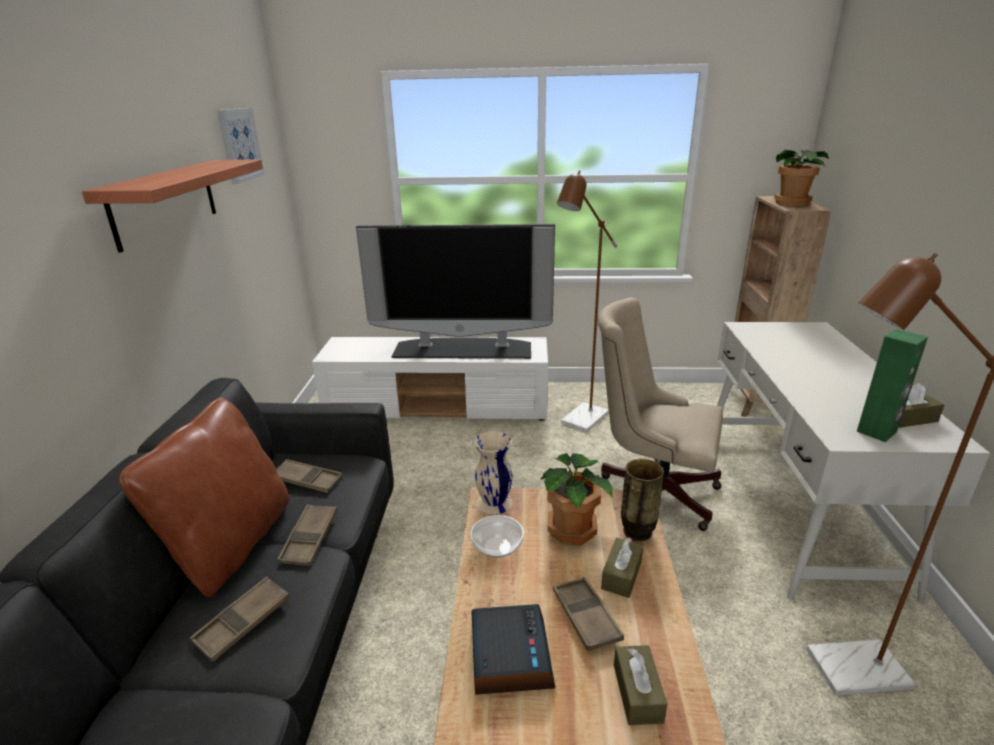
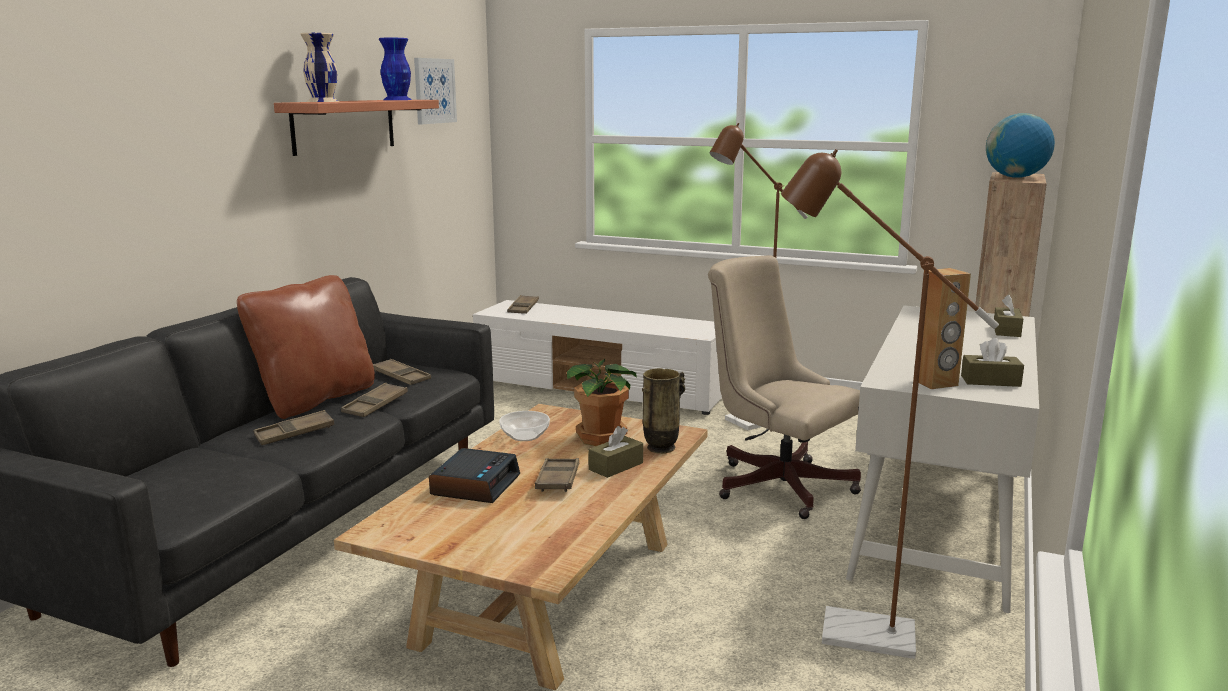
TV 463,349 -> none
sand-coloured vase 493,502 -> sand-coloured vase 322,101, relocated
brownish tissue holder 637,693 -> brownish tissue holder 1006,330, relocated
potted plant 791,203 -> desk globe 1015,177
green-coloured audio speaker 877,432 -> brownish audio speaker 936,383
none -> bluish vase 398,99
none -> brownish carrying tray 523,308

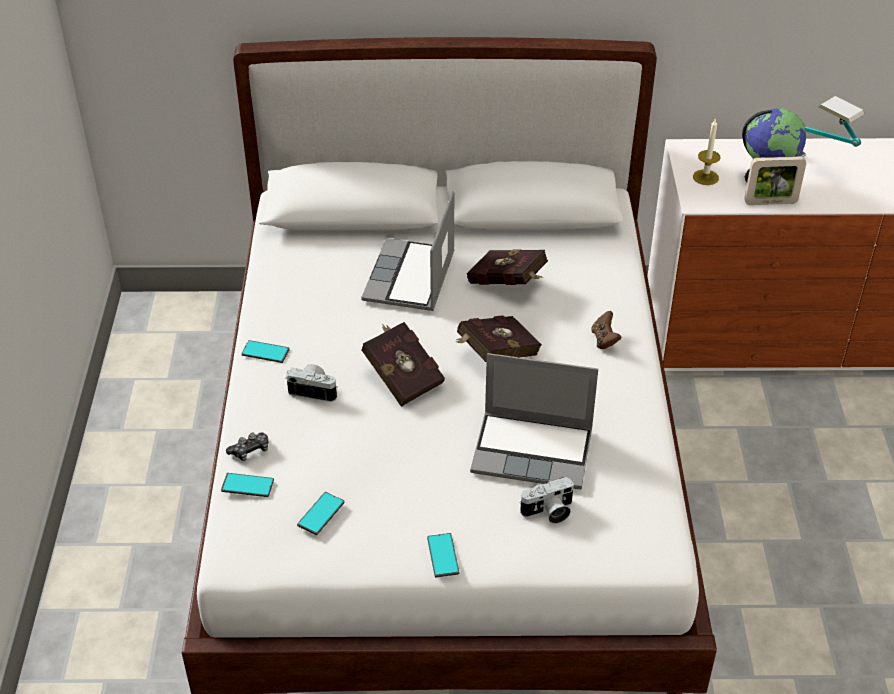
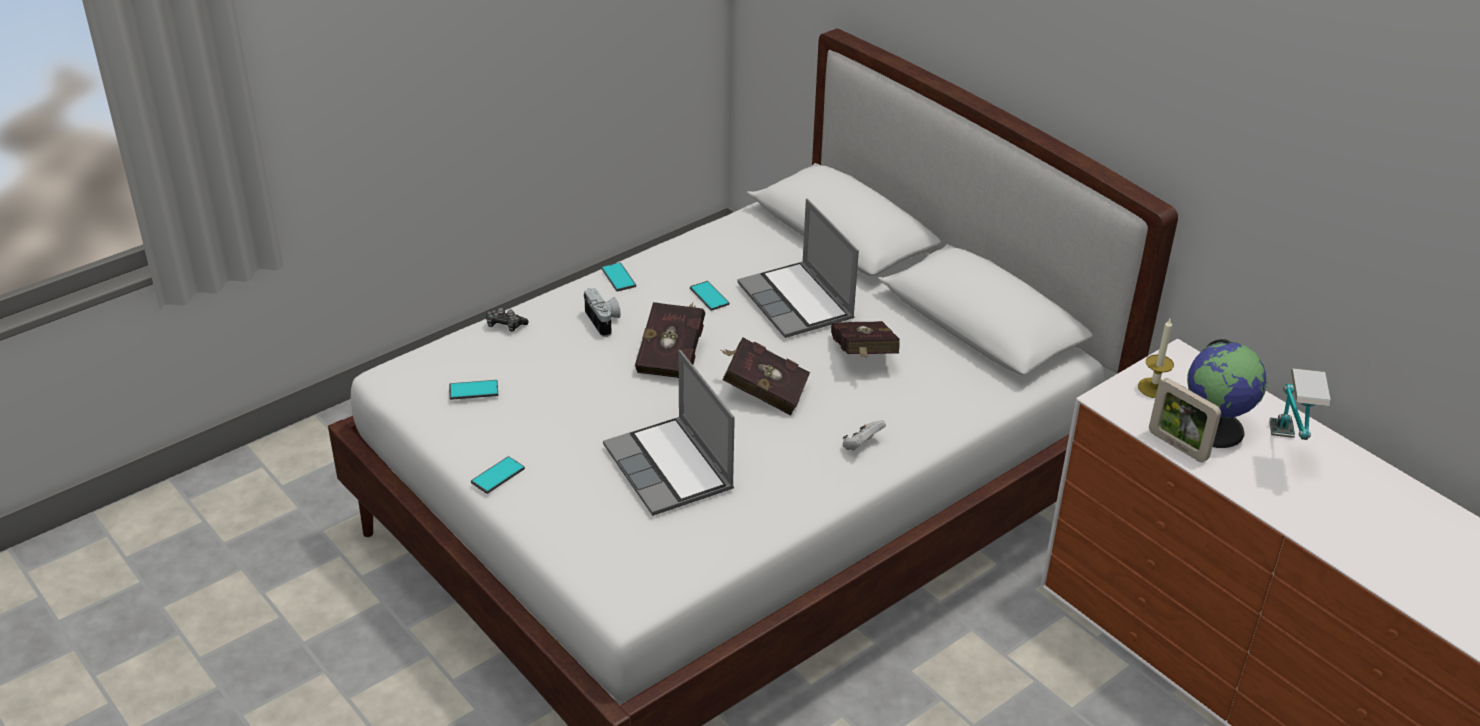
telephone 247,485 -> telephone 709,296, relocated
notebook computer 411,278 -> notebook computer 798,303, 90 degrees counterclockwise
photo camera 548,512 -> none
brownish joypad 604,340 -> white joypad 861,445

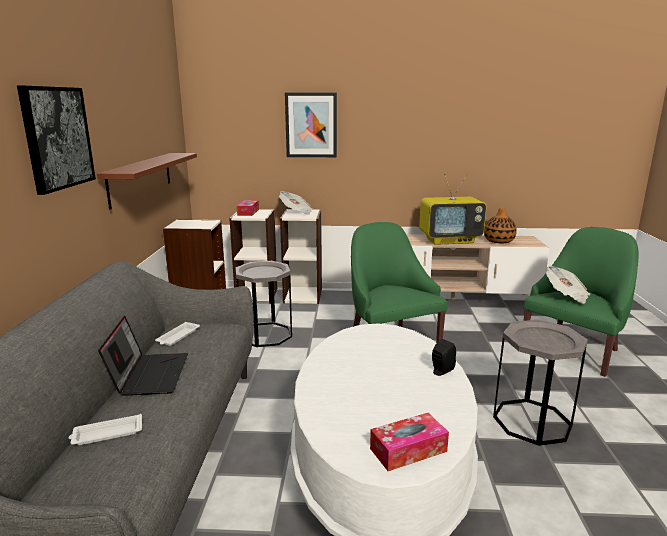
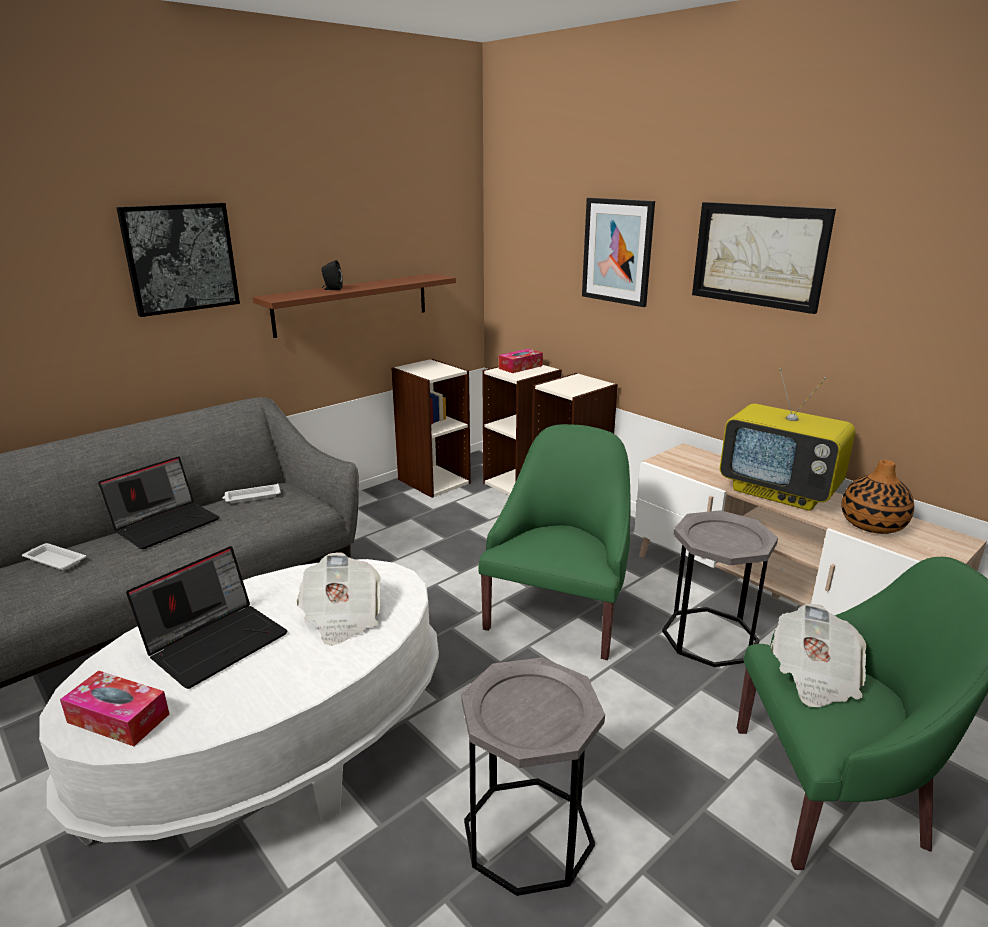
greyish end table 265,334 -> greyish end table 710,636, relocated
daily paper 296,212 -> daily paper 341,617, relocated
blackish audio speaker 441,371 -> blackish audio speaker 332,289, relocated
none -> notebook computer 217,641
none -> wall art 758,255

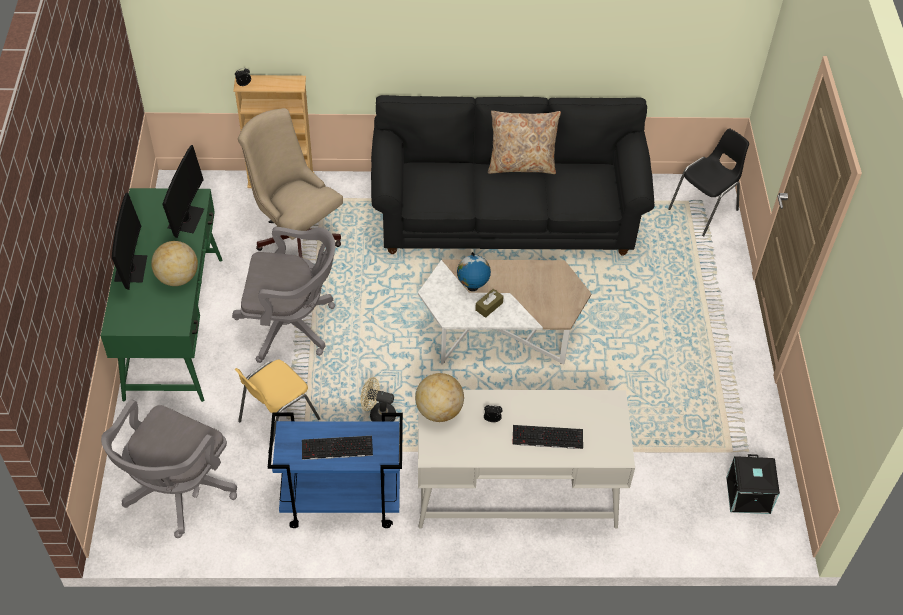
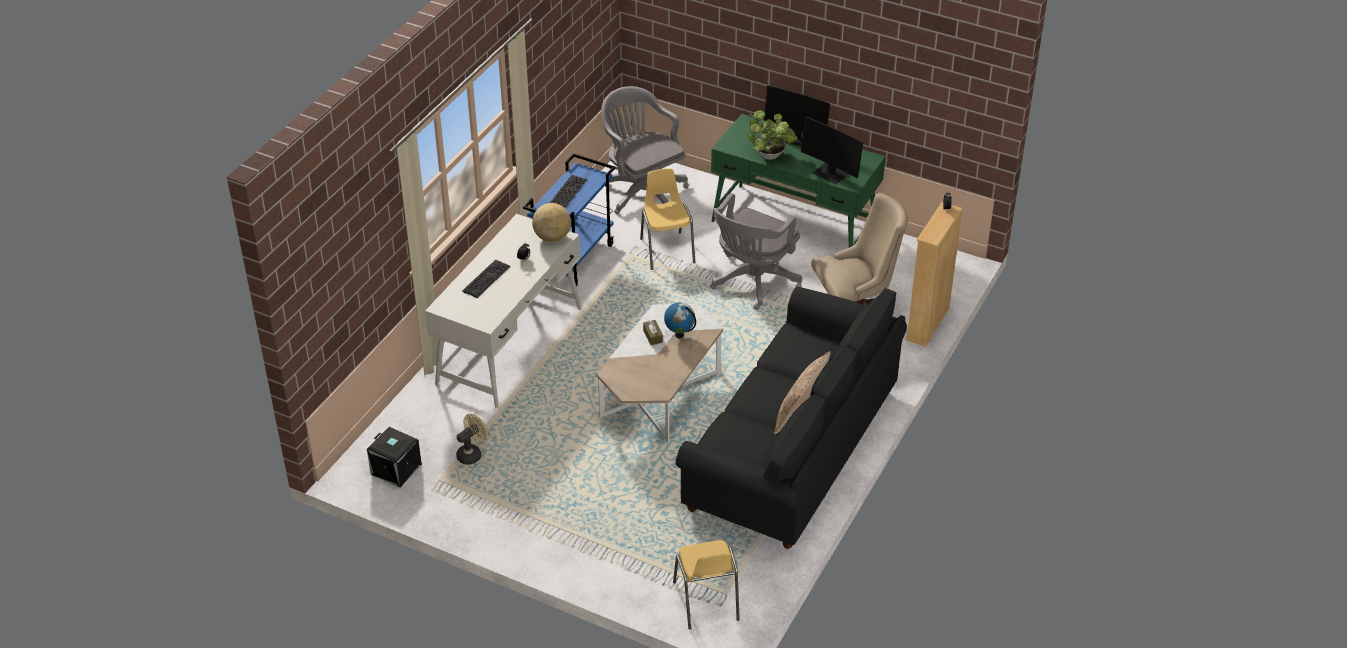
desk globe 177,278 -> potted plant 771,156
sand-coloured cooling fan 378,415 -> sand-coloured cooling fan 472,454, relocated
blackish chair 704,210 -> yellow-coloured chair 706,602

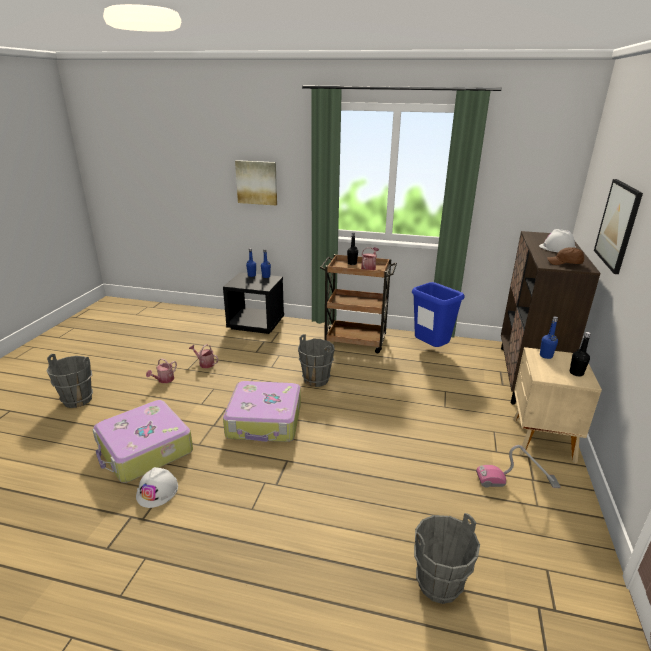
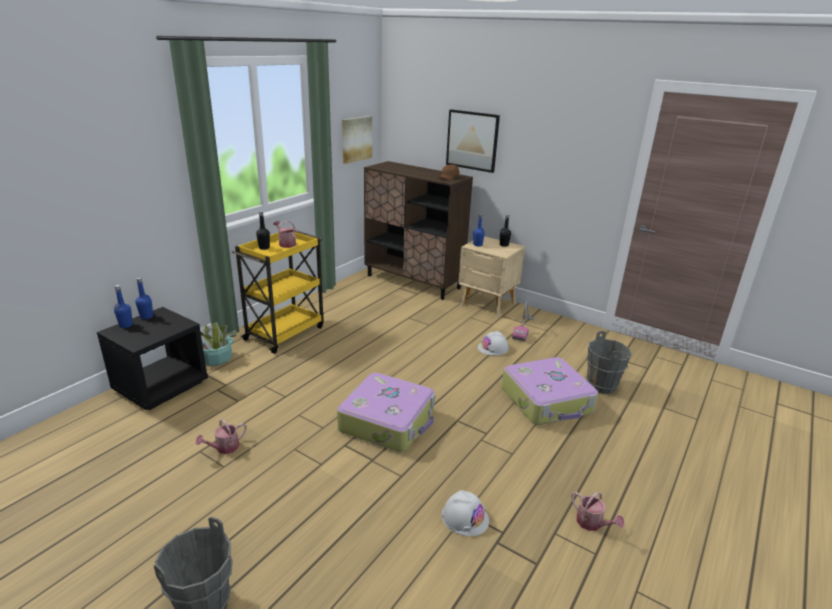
piece of luggage 144,450 -> piece of luggage 547,401, relocated
watering can 164,380 -> watering can 592,523, relocated
wall art 257,182 -> wall art 356,139, relocated
greyish water bucket 316,380 -> none
brownish trolley 355,341 -> yellow-coloured trolley 285,332
bluish rubbish bin 430,349 -> none
white work helmet 557,248 -> white work helmet 493,348, relocated
none -> potted plant 216,358

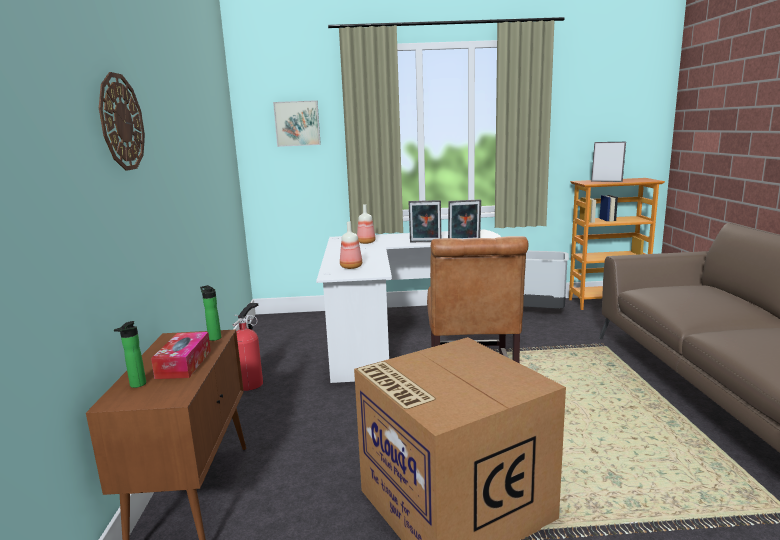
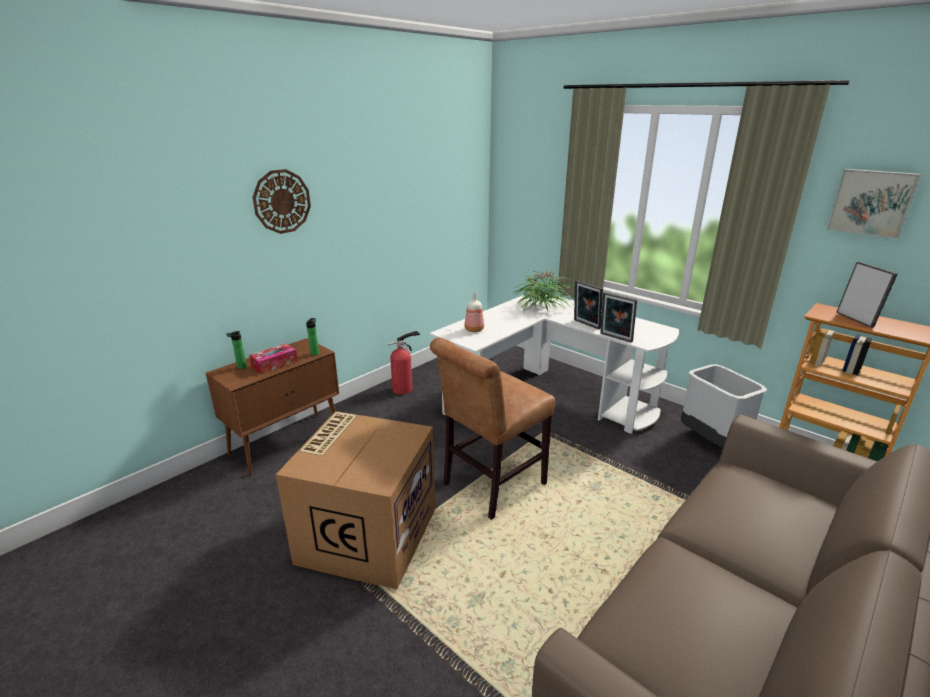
wall art 297,123 -> wall art 871,202, relocated
bottle 365,242 -> potted plant 542,307

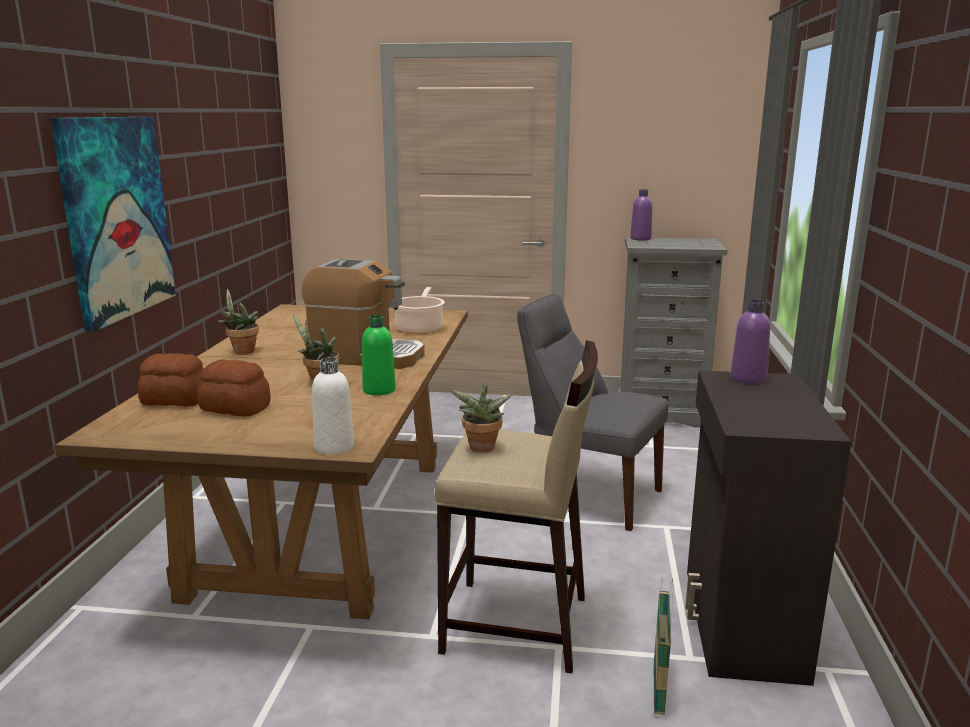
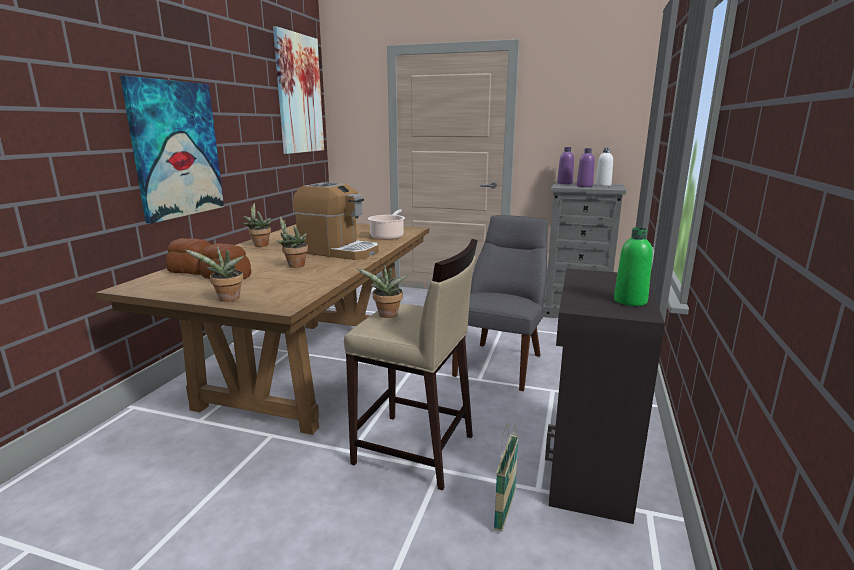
white bottle 334,447 -> white bottle 603,185, relocated
green-coloured bottle 379,390 -> green-coloured bottle 630,301, relocated
greyish chair 587,495 -> greyish chair 501,363, 75 degrees clockwise
purple-coloured bottle 747,379 -> purple-coloured bottle 584,186, relocated
none -> potted plant 227,299
none -> wall art 299,94

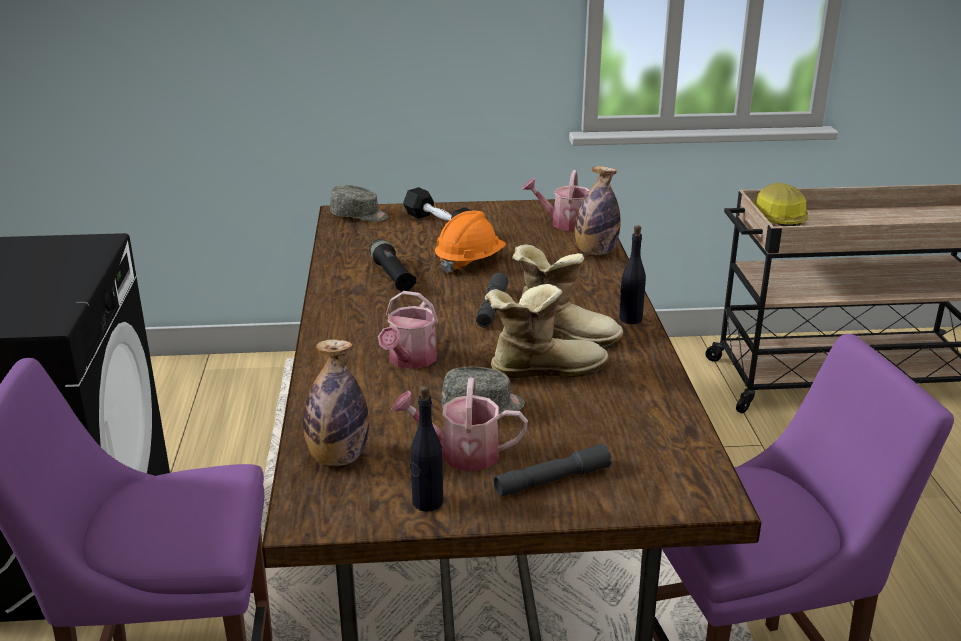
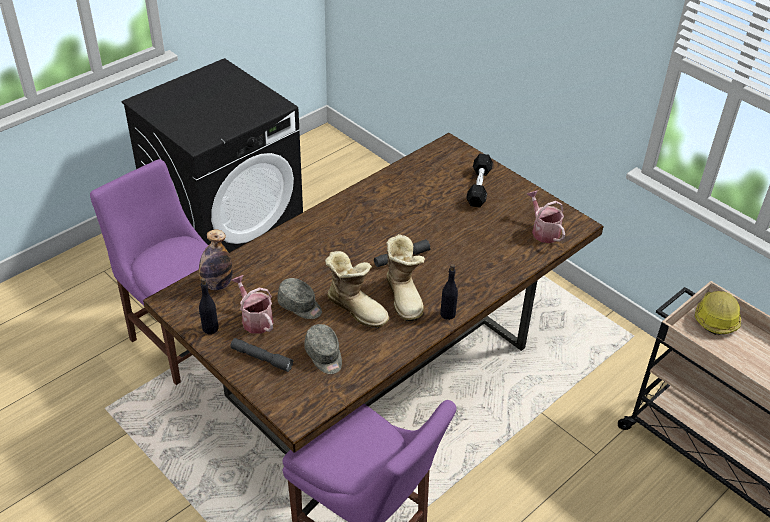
greyish peaked cap 359,216 -> greyish peaked cap 324,356, relocated
blackish torch 392,276 -> none
watering can 410,360 -> none
orange work helmet 469,262 -> none
bottle 595,252 -> none

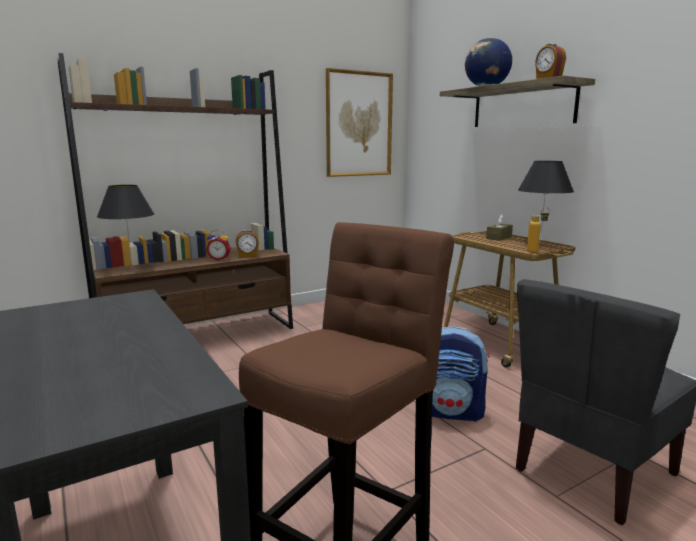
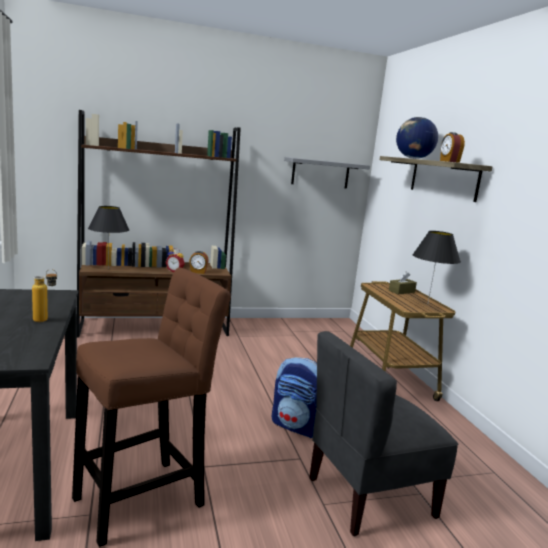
wall art 358,124 -> greyish wall shelf 320,173
bottle 536,251 -> bottle 45,320, relocated

